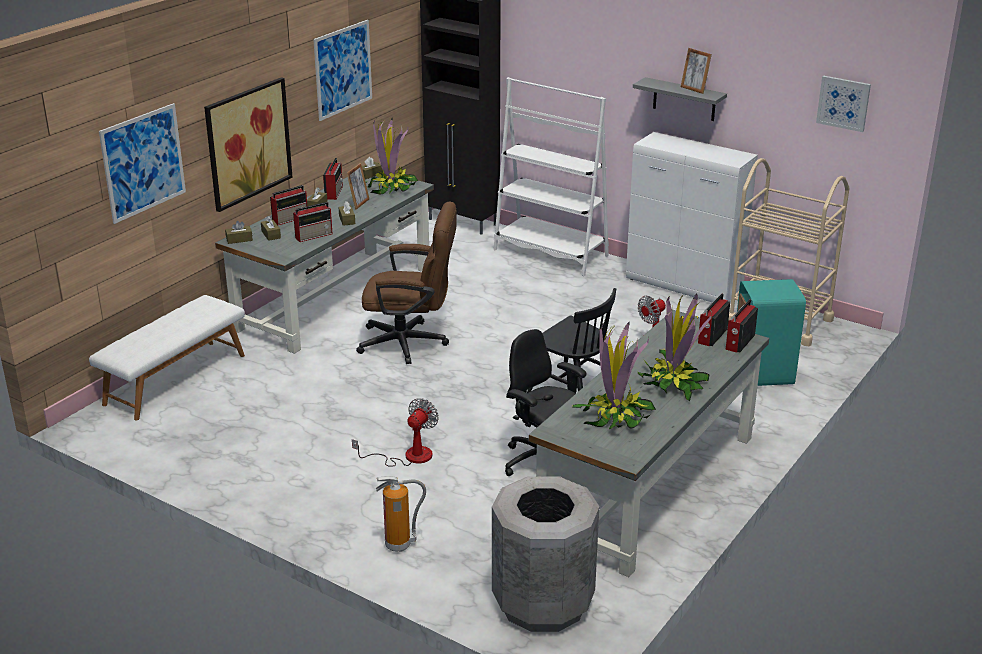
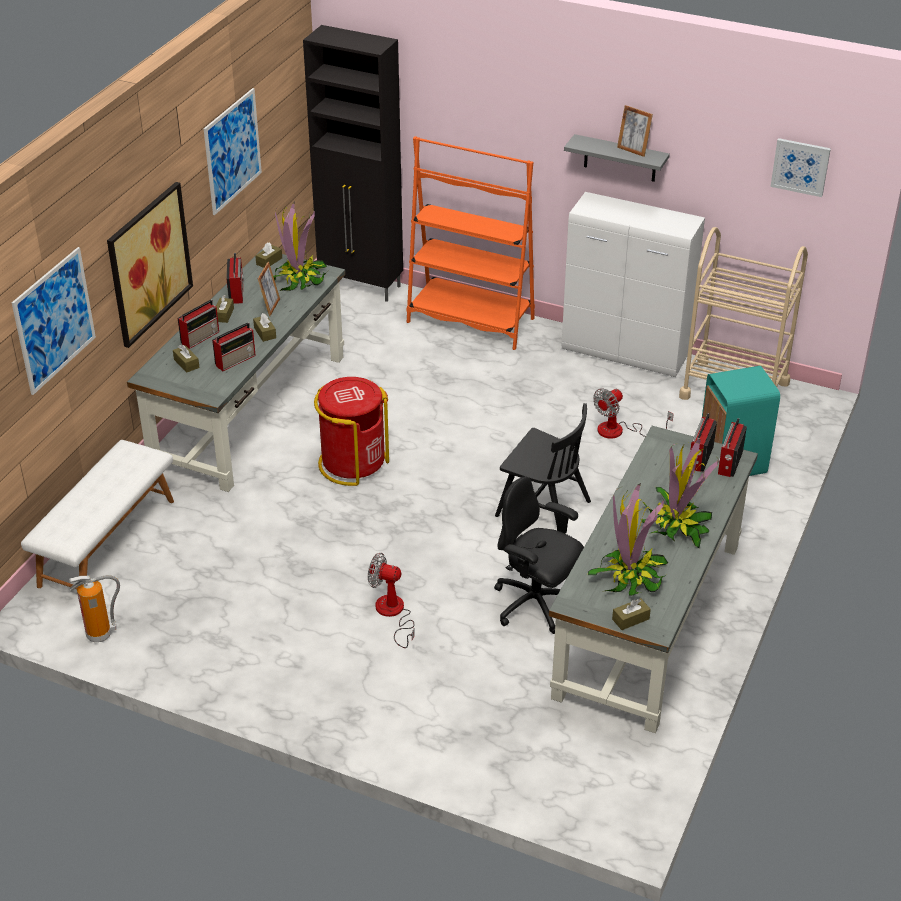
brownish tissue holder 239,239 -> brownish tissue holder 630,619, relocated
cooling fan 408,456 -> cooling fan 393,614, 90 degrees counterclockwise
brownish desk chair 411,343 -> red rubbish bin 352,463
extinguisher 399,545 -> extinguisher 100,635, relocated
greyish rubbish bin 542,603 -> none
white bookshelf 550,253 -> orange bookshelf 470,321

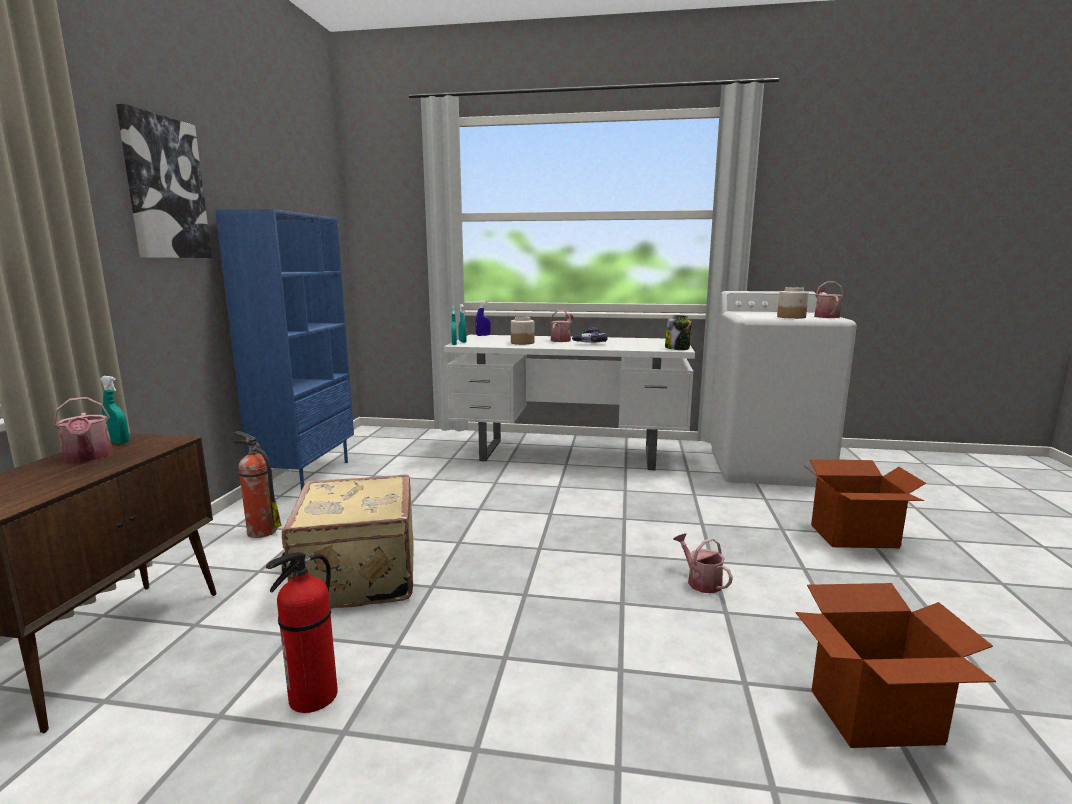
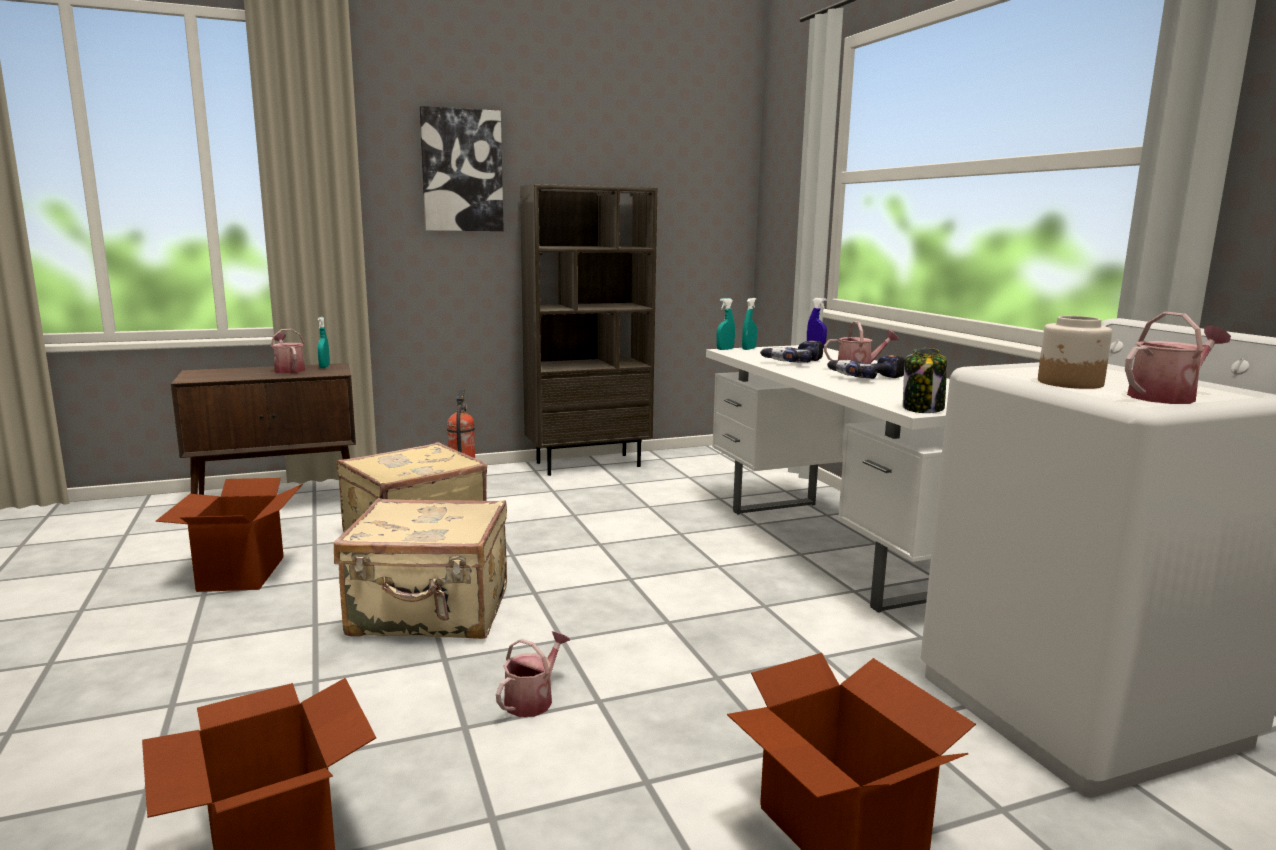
watering can 88,457 -> watering can 288,370, 120 degrees clockwise
bluish bookshelf 306,475 -> brownish bookshelf 588,464
extinguisher 312,697 -> carton 240,574
jar 522,343 -> power drill 793,361
none -> sand-coloured piece of luggage 431,613

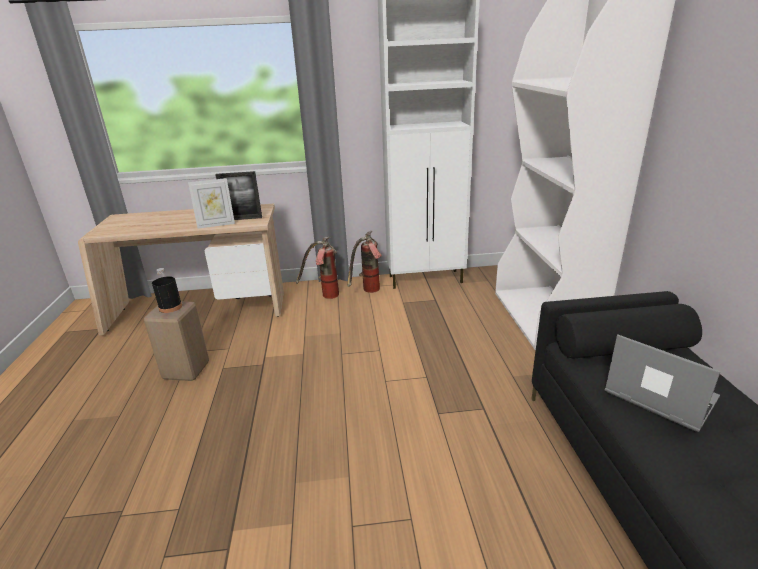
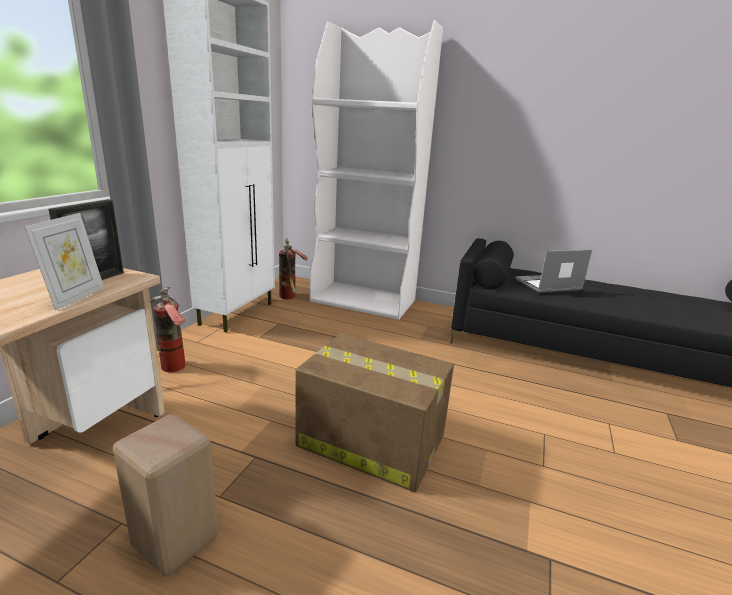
blackish bottle 170,307 -> none
extinguisher 368,291 -> extinguisher 290,298, relocated
none -> carton 369,440

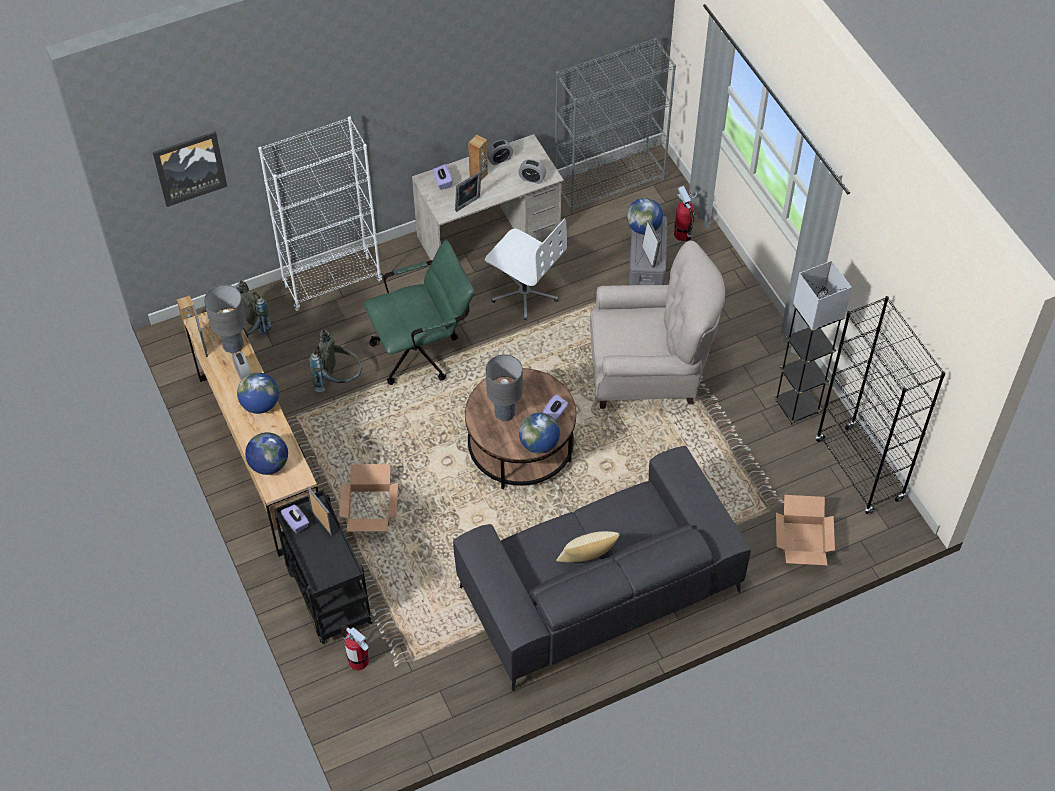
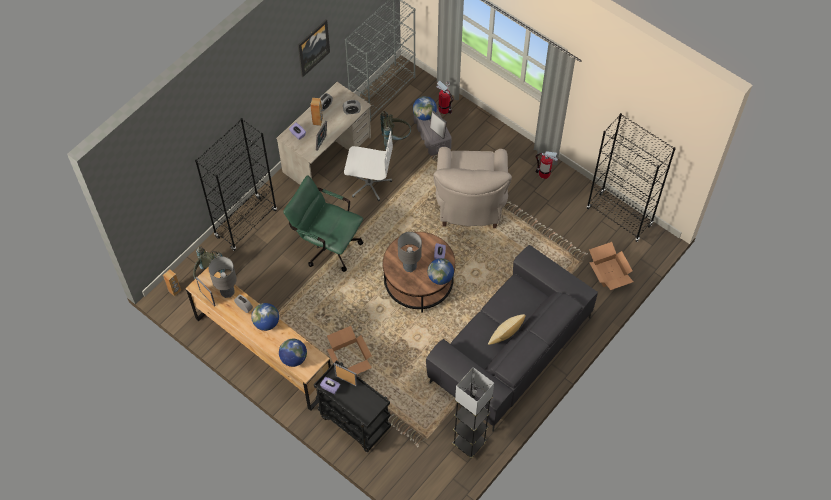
wall art 190,168 -> wall art 313,47, relocated
white bookshelf 332,283 -> blackish bookshelf 246,223
greyish knapsack 339,380 -> greyish knapsack 395,139, relocated
extinguisher 358,661 -> extinguisher 544,173, relocated
green-coloured desk chair 423,350 -> green-coloured desk chair 327,245, 105 degrees counterclockwise
sand-coloured easy chair 649,372 -> sand-coloured easy chair 470,205, 120 degrees clockwise
greyish floor lamp 797,407 -> greyish floor lamp 469,443, relocated

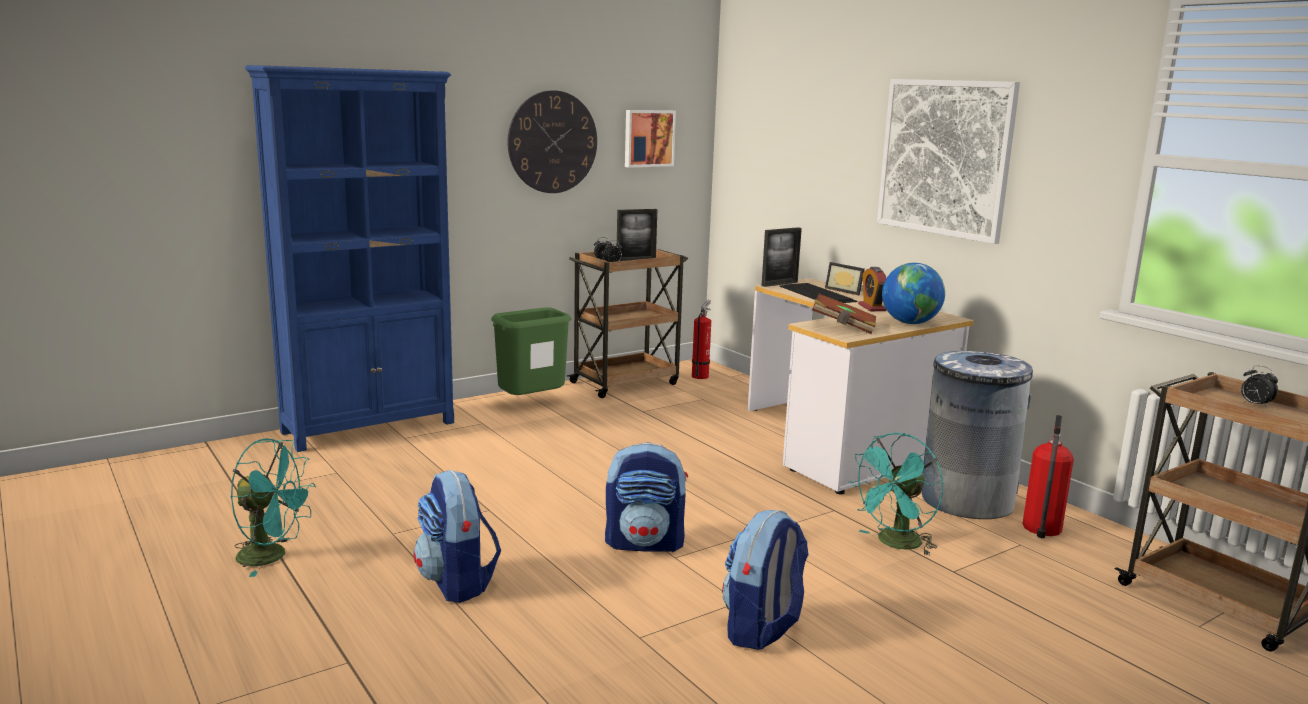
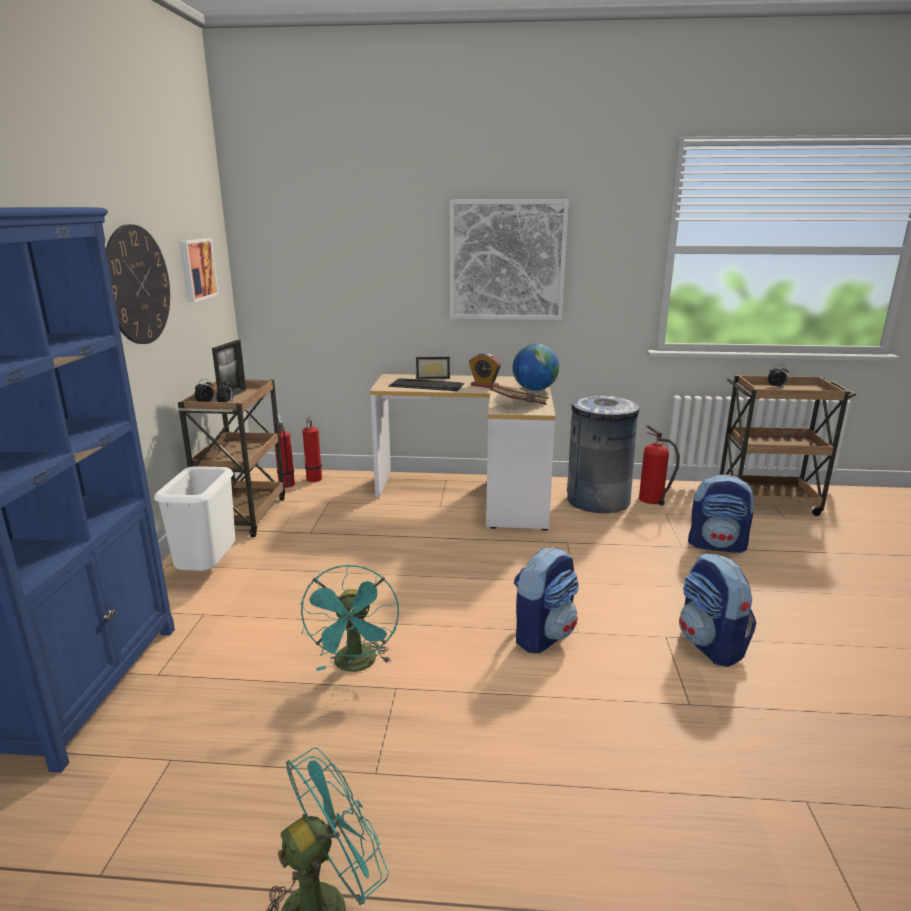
knapsack 457,583 -> knapsack 717,545, relocated
green-coloured rubbish bin 531,404 -> white rubbish bin 208,572
picture frame 779,284 -> none
turquoise cooling fan 895,544 -> turquoise cooling fan 356,666, relocated
none -> extinguisher 314,480

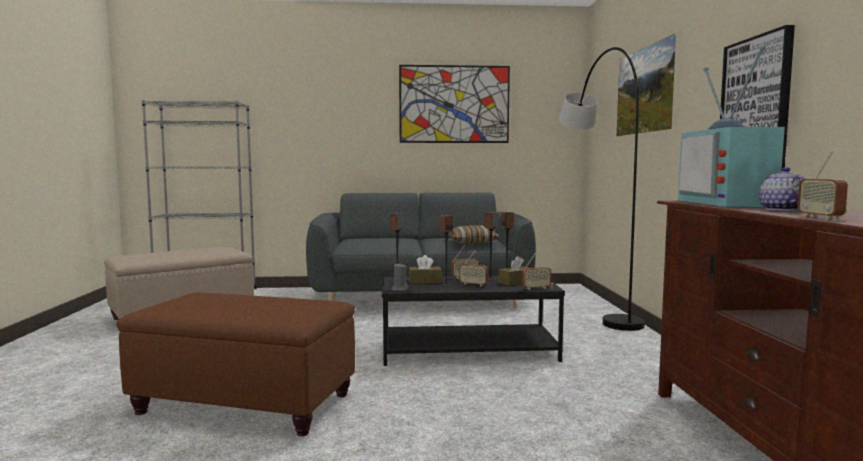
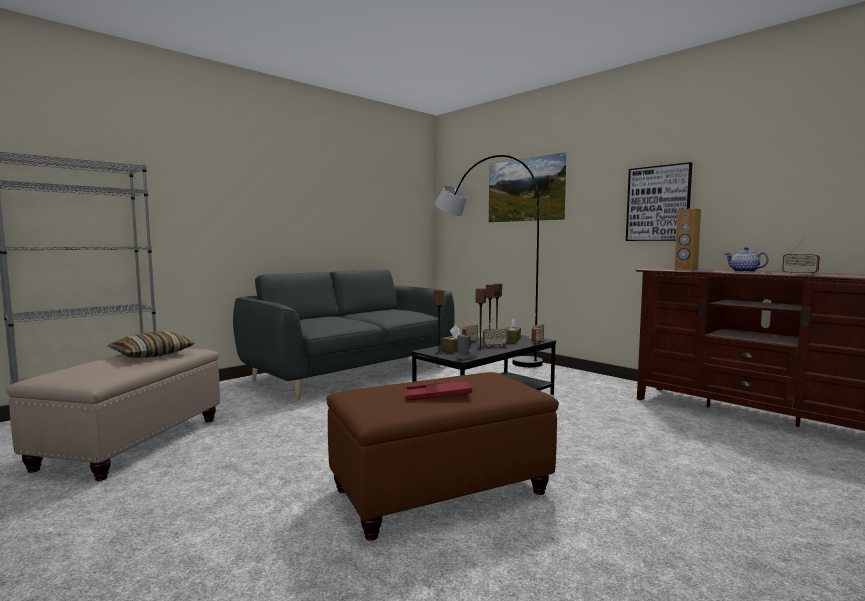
wall art 454,104 -> none
pillow 471,242 -> pillow 152,355, relocated
TV 730,203 -> brownish audio speaker 686,269
none -> red carrying tray 437,395

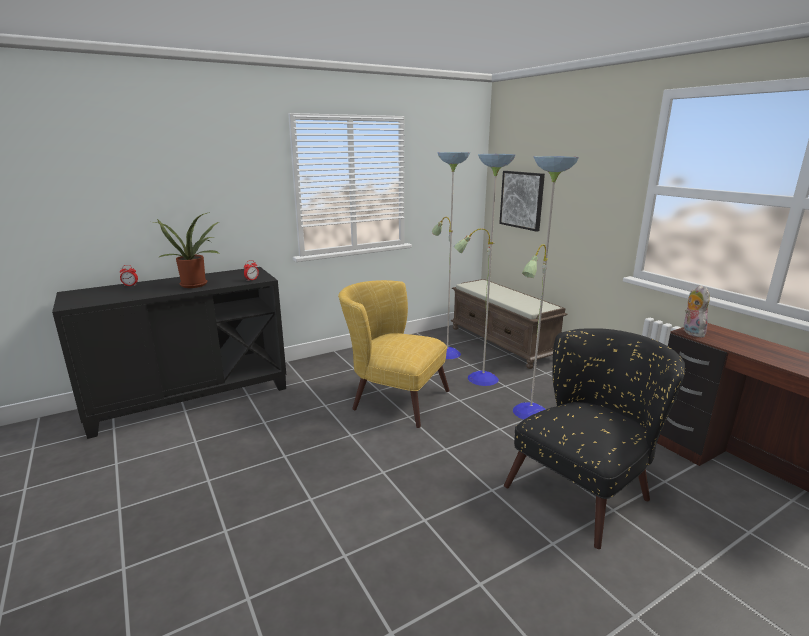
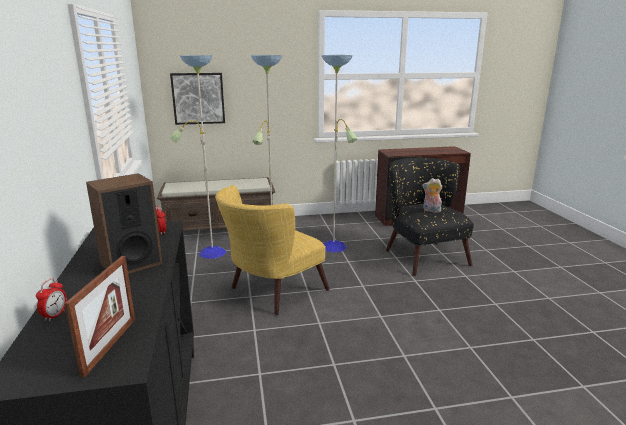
potted plant 195,284 -> audio speaker 131,263
cuddly toy 691,332 -> cuddly toy 431,210, relocated
none -> picture frame 110,345

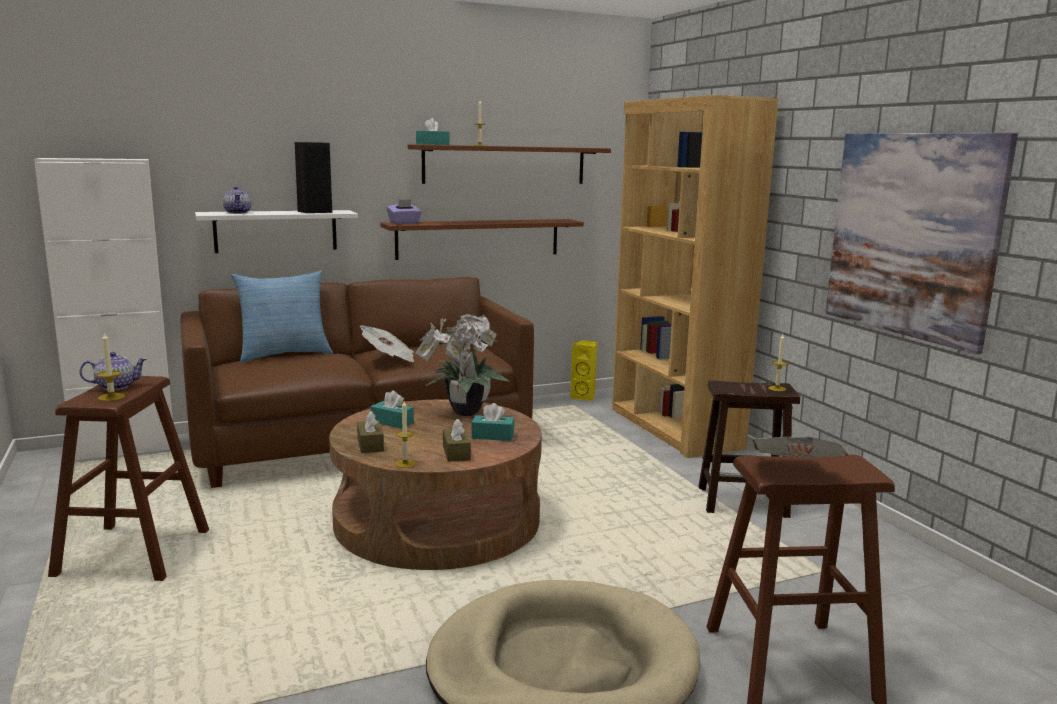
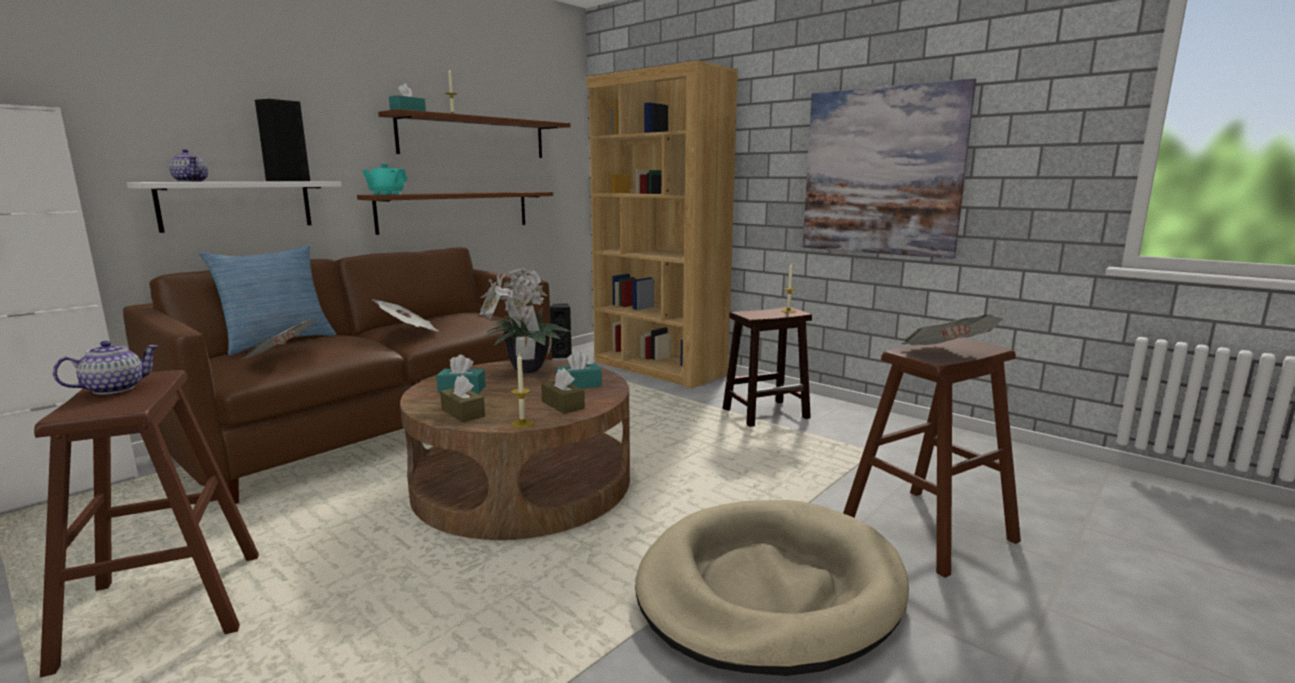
wax light 111,397 -> none
purple-coloured tissue holder 404,223 -> turquoise pot for tea 386,194
yellow-coloured audio speaker 584,397 -> blackish audio speaker 562,355
none -> daily paper 281,357

